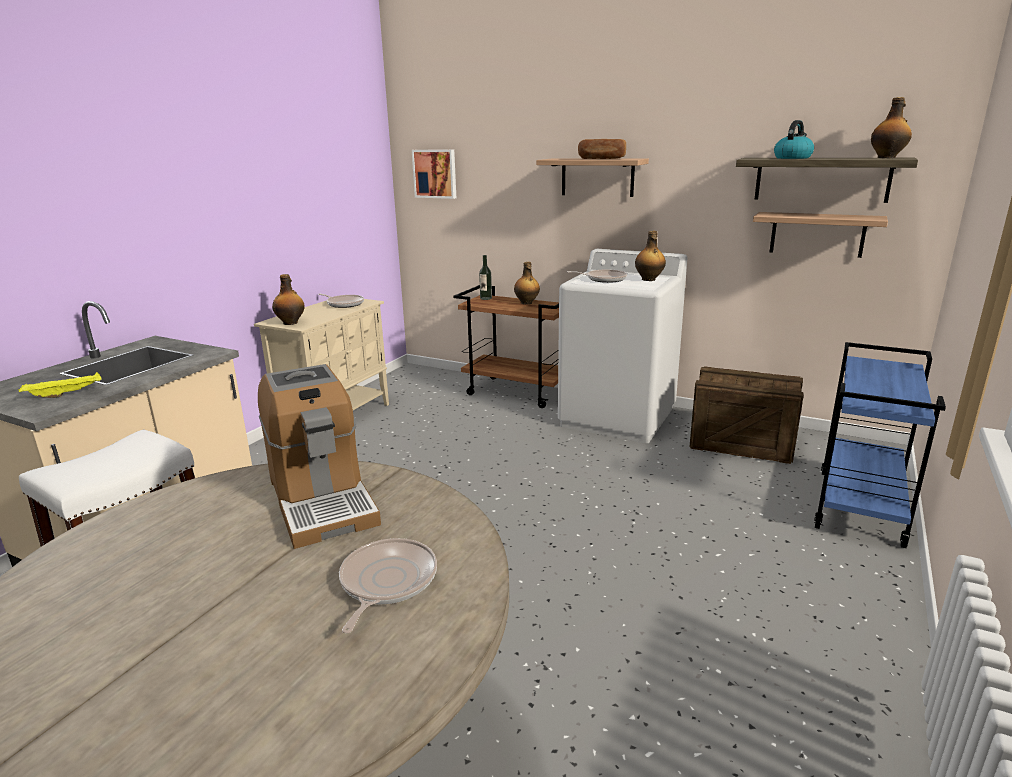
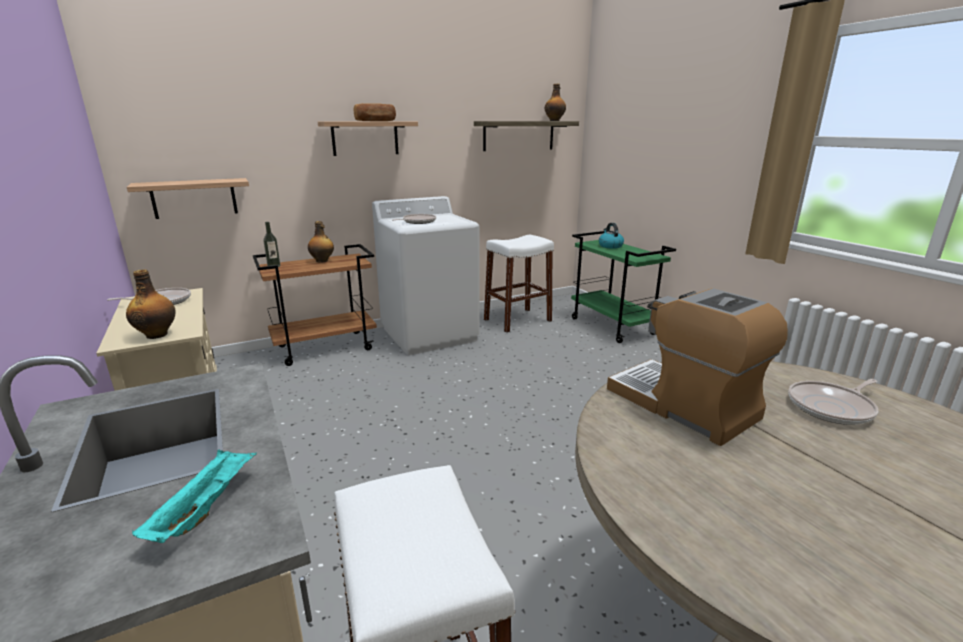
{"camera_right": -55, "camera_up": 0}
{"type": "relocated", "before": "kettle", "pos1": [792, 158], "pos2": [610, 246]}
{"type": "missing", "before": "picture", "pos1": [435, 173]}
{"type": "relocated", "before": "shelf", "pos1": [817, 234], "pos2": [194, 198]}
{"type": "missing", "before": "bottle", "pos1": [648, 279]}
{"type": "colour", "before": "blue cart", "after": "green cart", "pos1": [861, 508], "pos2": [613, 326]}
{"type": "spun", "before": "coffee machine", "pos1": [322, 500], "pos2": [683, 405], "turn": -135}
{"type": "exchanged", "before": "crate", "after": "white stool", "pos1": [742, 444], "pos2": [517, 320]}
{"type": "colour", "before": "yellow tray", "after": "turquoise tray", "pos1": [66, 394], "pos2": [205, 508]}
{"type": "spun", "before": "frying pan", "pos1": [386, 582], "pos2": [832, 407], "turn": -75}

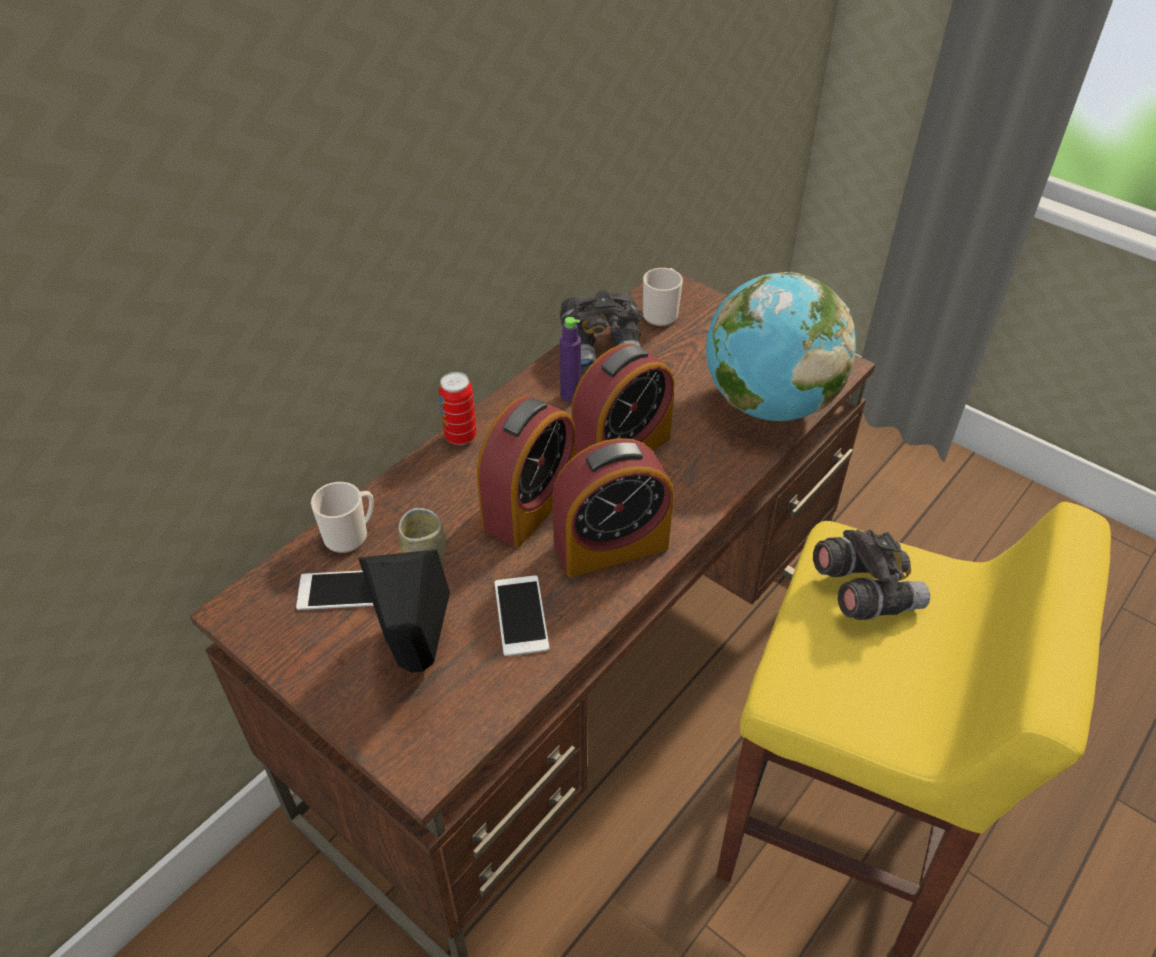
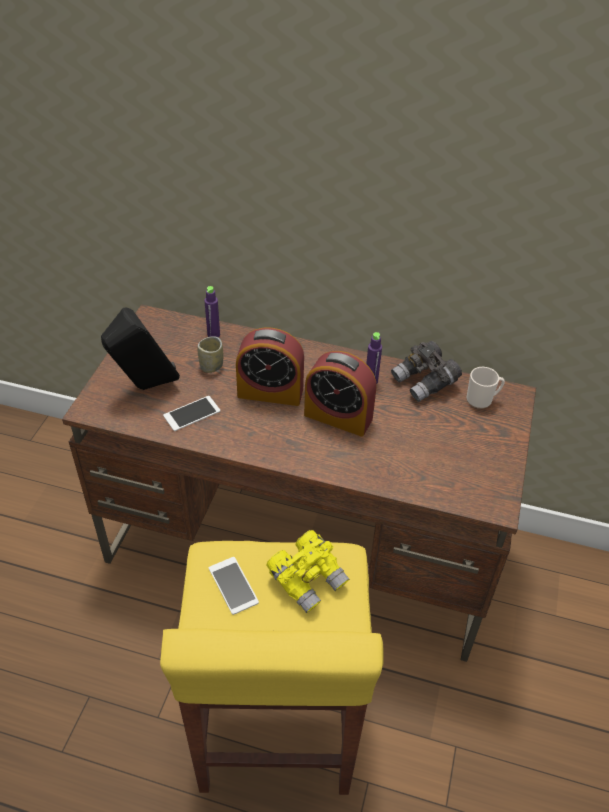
{"camera_right": 65, "camera_up": 0}
{"type": "missing", "before": "globe", "pos1": [768, 403]}
{"type": "missing", "before": "can", "pos1": [460, 436]}
{"type": "missing", "before": "alarm clock", "pos1": [611, 546]}
{"type": "exchanged", "before": "mug", "after": "purple bottle", "pos1": [350, 535], "pos2": [213, 334]}
{"type": "colour", "before": "grey binoculars", "after": "yellow binoculars", "pos1": [864, 591], "pos2": [308, 579]}
{"type": "relocated", "before": "phone", "pos1": [344, 590], "pos2": [233, 585]}

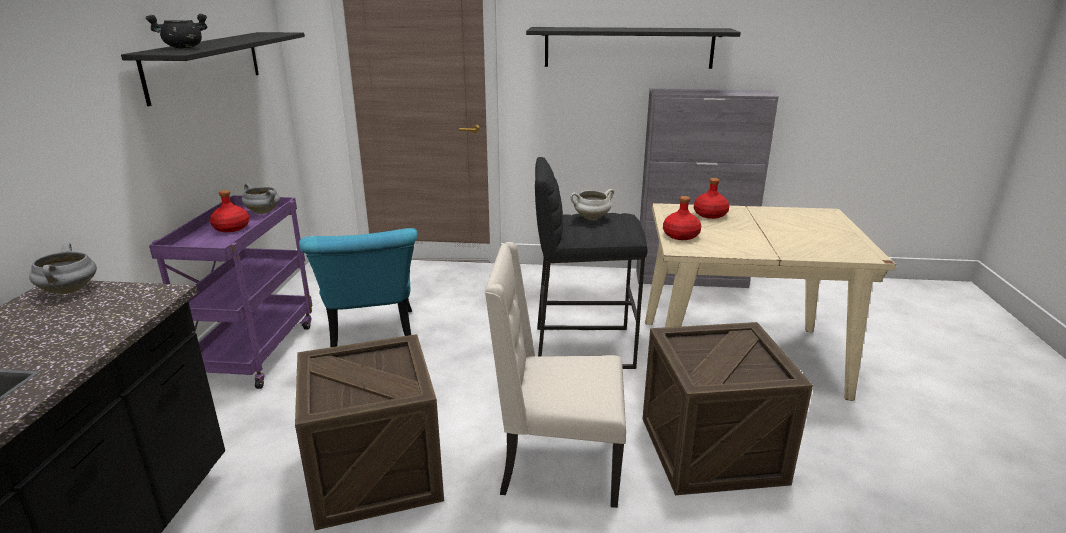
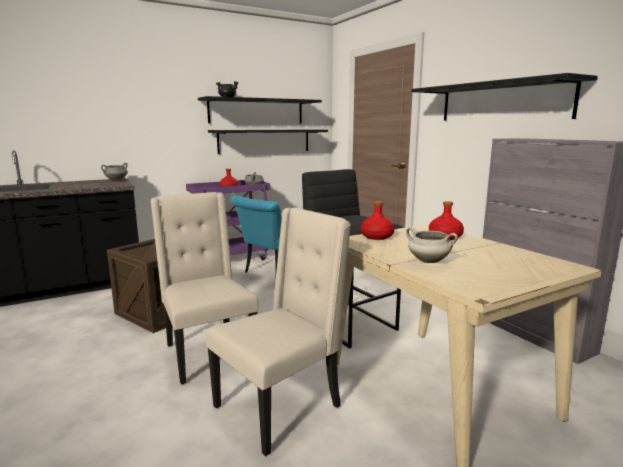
{"camera_right": 55, "camera_up": -10}
{"type": "relocated", "before": "white cooking pot", "pos1": [591, 218], "pos2": [428, 261]}
{"type": "exchanged", "before": "crate", "after": "beige chair", "pos1": [711, 449], "pos2": [280, 406]}
{"type": "appeared", "after": "black shelf", "pos2": [264, 141]}

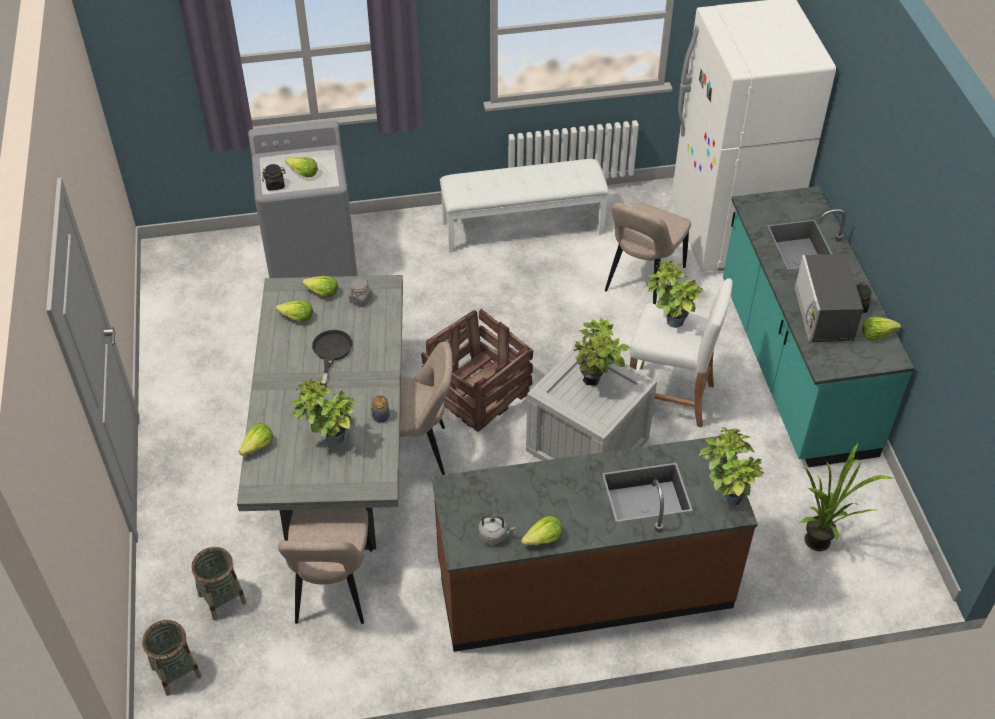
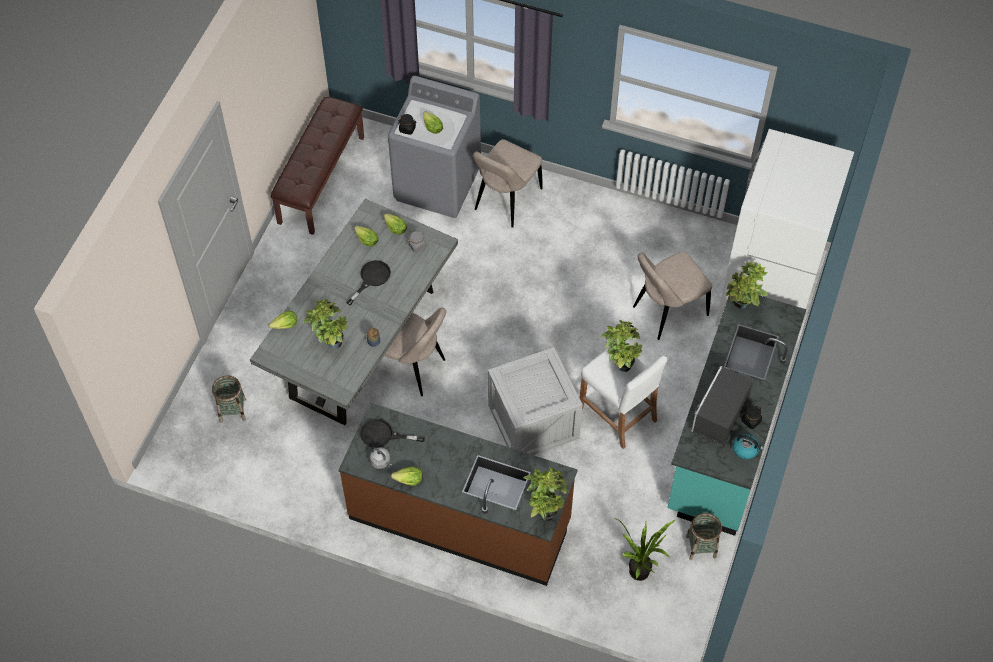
{"camera_right": 30, "camera_up": 10}
{"type": "missing", "before": "white bench", "pos1": [523, 227]}
{"type": "missing", "before": "crate", "pos1": [479, 391]}
{"type": "relocated", "before": "potted plant", "pos1": [595, 382], "pos2": [742, 307]}
{"type": "exchanged", "before": "lettuce", "after": "kettle", "pos1": [876, 334], "pos2": [745, 449]}
{"type": "relocated", "before": "beige chair", "pos1": [333, 590], "pos2": [506, 201]}
{"type": "relocated", "before": "basket", "pos1": [176, 672], "pos2": [701, 546]}
{"type": "appeared", "after": "brown bench", "pos2": [321, 179]}
{"type": "appeared", "after": "black frying pan", "pos2": [383, 435]}

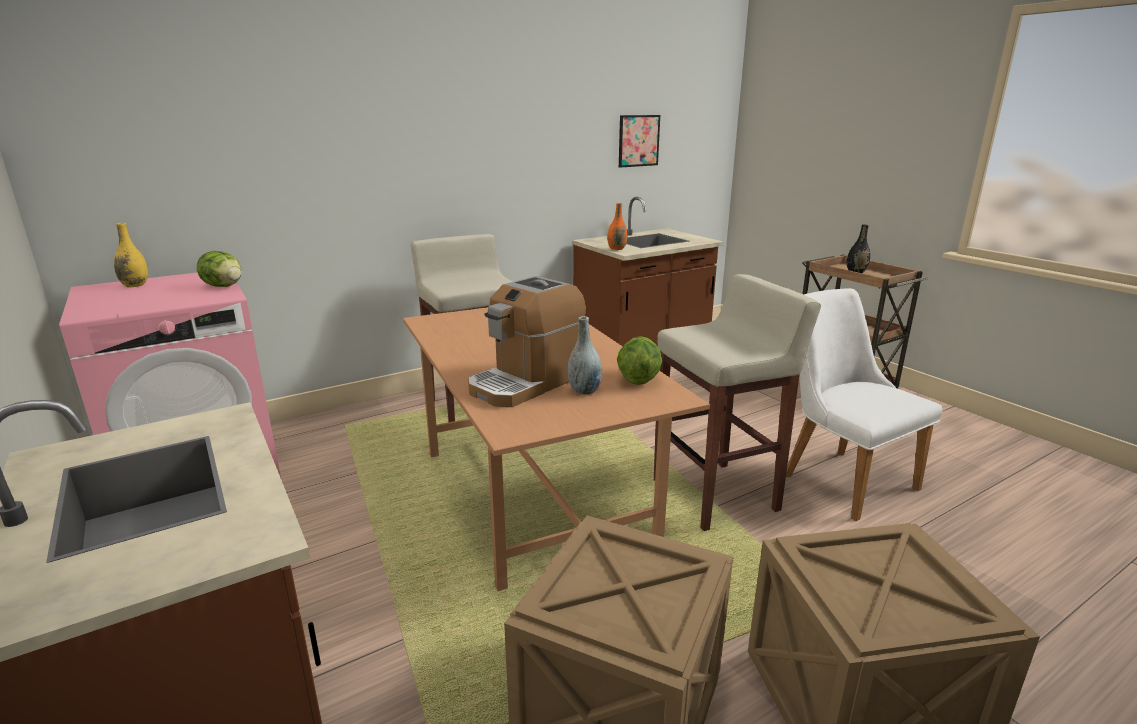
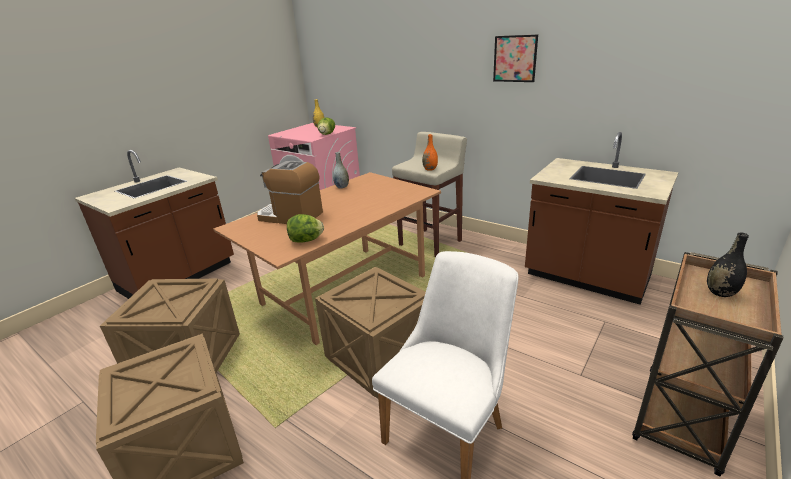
{"camera_right": 70, "camera_up": 5}
{"type": "relocated", "before": "picture", "pos1": [638, 141], "pos2": [515, 58]}
{"type": "relocated", "before": "orange vase", "pos1": [617, 249], "pos2": [430, 169]}
{"type": "exchanged", "before": "beige stool", "after": "crate", "pos1": [717, 495], "pos2": [380, 358]}
{"type": "relocated", "before": "grey vase", "pos1": [584, 391], "pos2": [342, 187]}

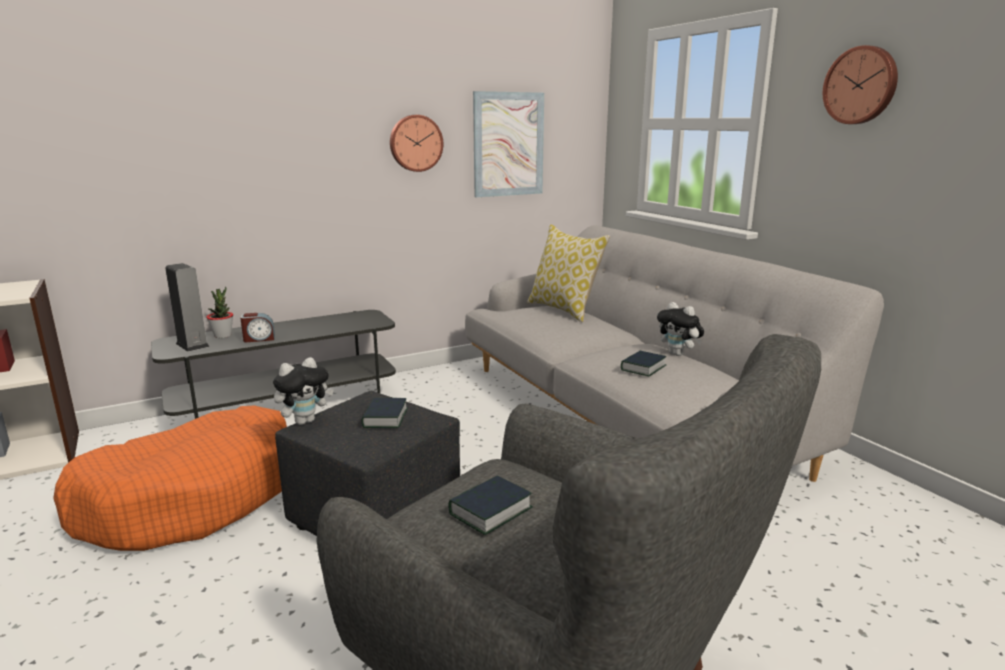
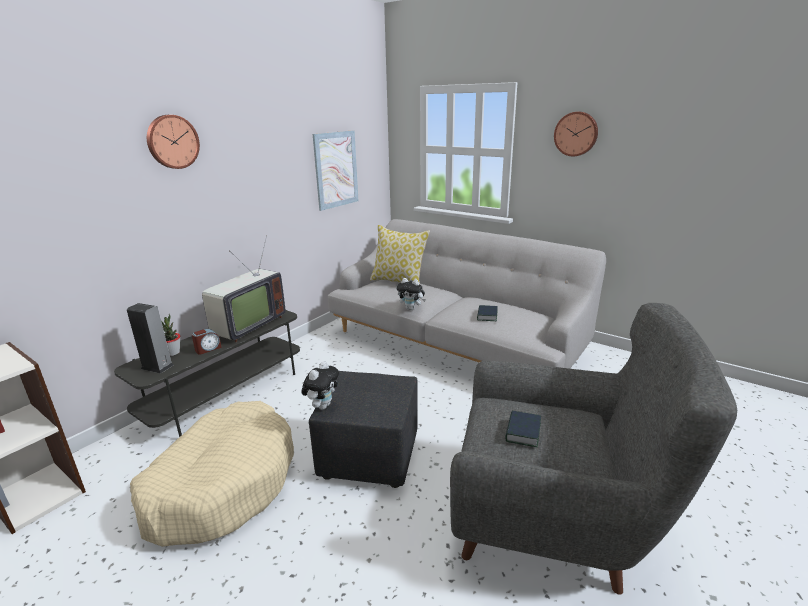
{"camera_right": -25, "camera_up": 5}
{"type": "relocated", "before": "wall clock", "pos1": [415, 143], "pos2": [172, 142]}
{"type": "relocated", "before": "plush toy", "pos1": [678, 354], "pos2": [411, 308]}
{"type": "missing", "before": "book", "pos1": [385, 418]}
{"type": "colour", "before": "orange dog bed", "after": "beige dog bed", "pos1": [192, 497], "pos2": [222, 483]}
{"type": "appeared", "after": "television", "pos2": [246, 326]}

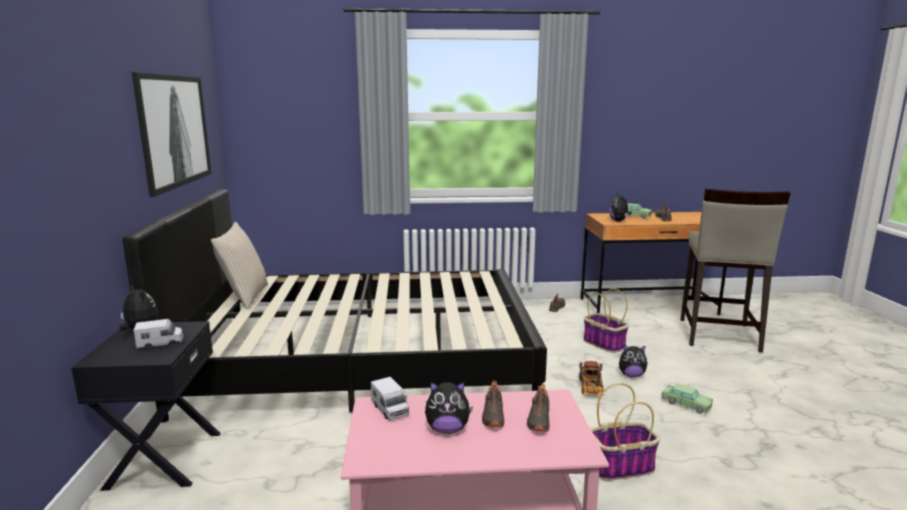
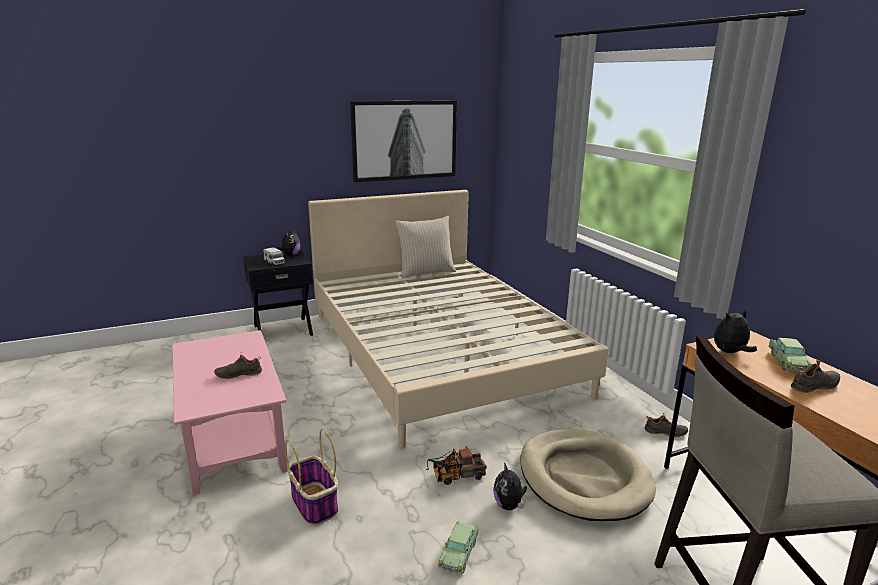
{"camera_right": 70, "camera_up": 5}
{"type": "colour", "before": "black bed", "after": "beige bed", "pos1": [362, 357], "pos2": [439, 351]}
{"type": "exchanged", "before": "basket", "after": "beige dog bed", "pos1": [603, 343], "pos2": [583, 478]}
{"type": "missing", "before": "toy truck", "pos1": [390, 409]}
{"type": "missing", "before": "plush toy", "pos1": [447, 429]}
{"type": "missing", "before": "black shoe", "pos1": [538, 419]}

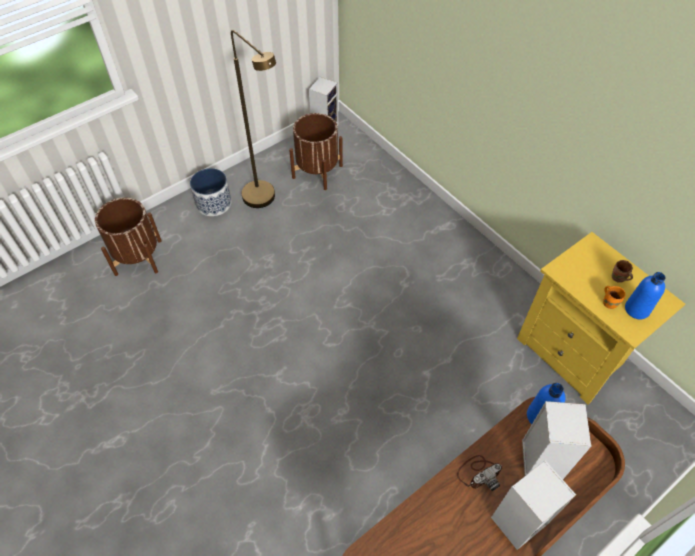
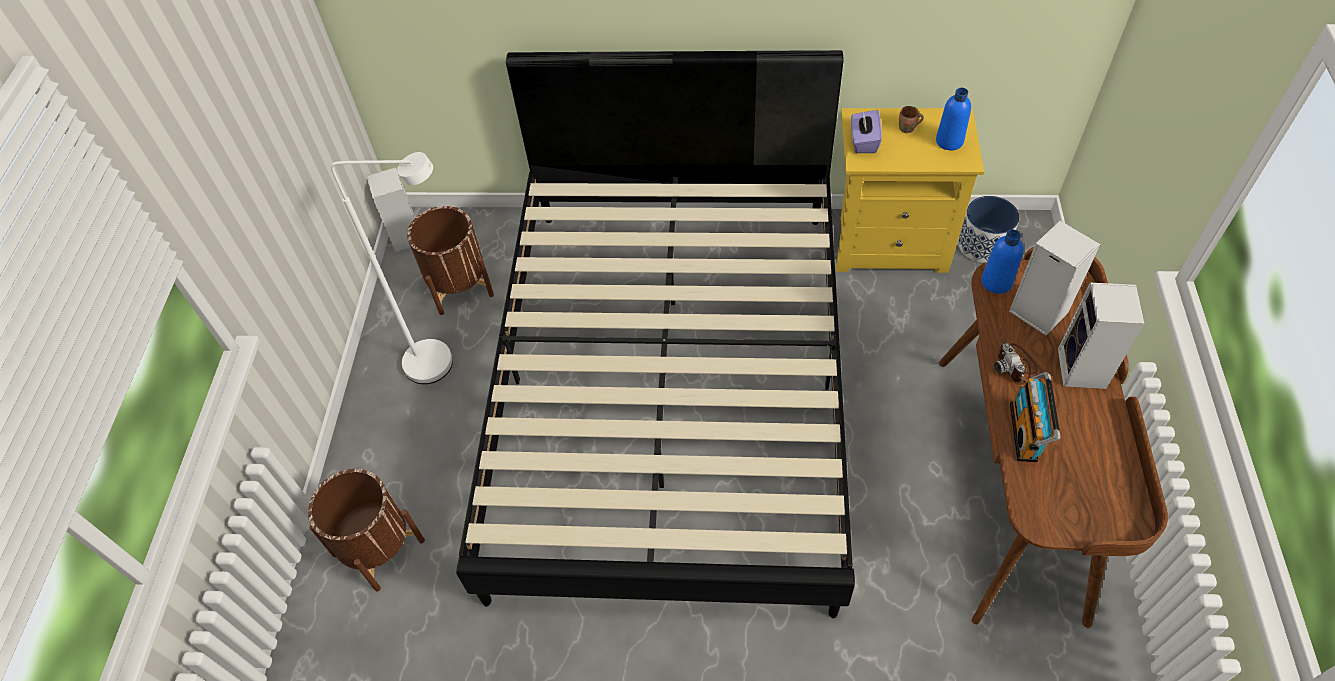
{"camera_right": -45, "camera_up": 0}
{"type": "colour", "before": "brown floor lamp", "after": "white floor lamp", "pos1": [265, 201], "pos2": [443, 362]}
{"type": "relocated", "before": "planter", "pos1": [214, 203], "pos2": [982, 244]}
{"type": "missing", "before": "orange mug", "pos1": [609, 302]}
{"type": "spun", "before": "photo camera", "pos1": [479, 473], "pos2": [1015, 365], "turn": 150}
{"type": "appeared", "after": "black bed", "pos2": [672, 386]}
{"type": "appeared", "after": "purple tissue box", "pos2": [863, 141]}
{"type": "appeared", "after": "radio", "pos2": [1027, 432]}

